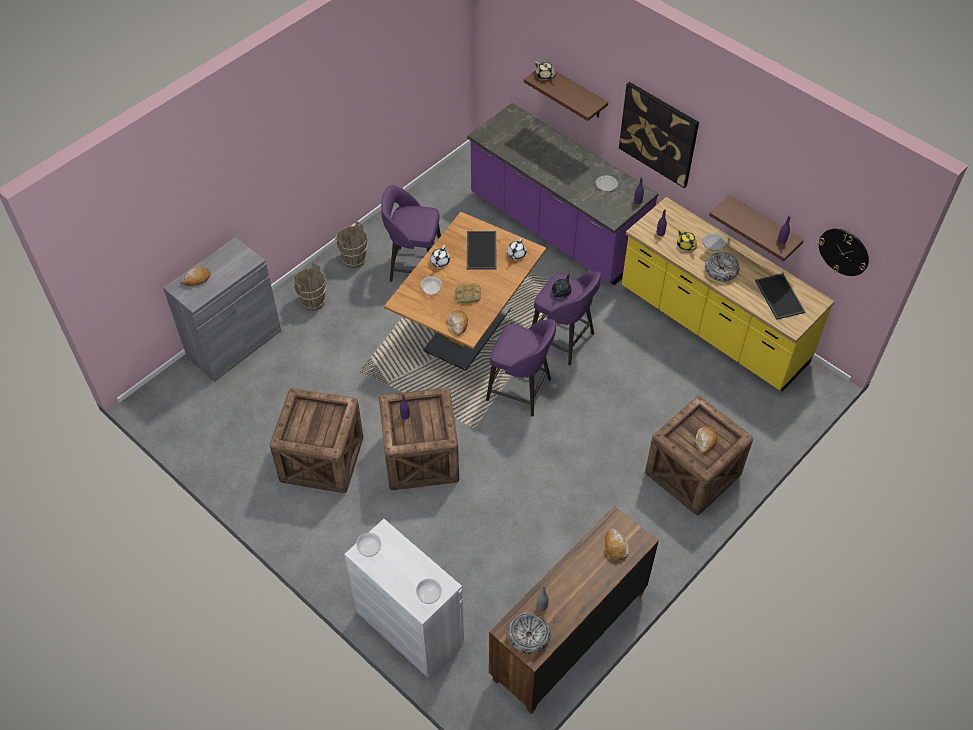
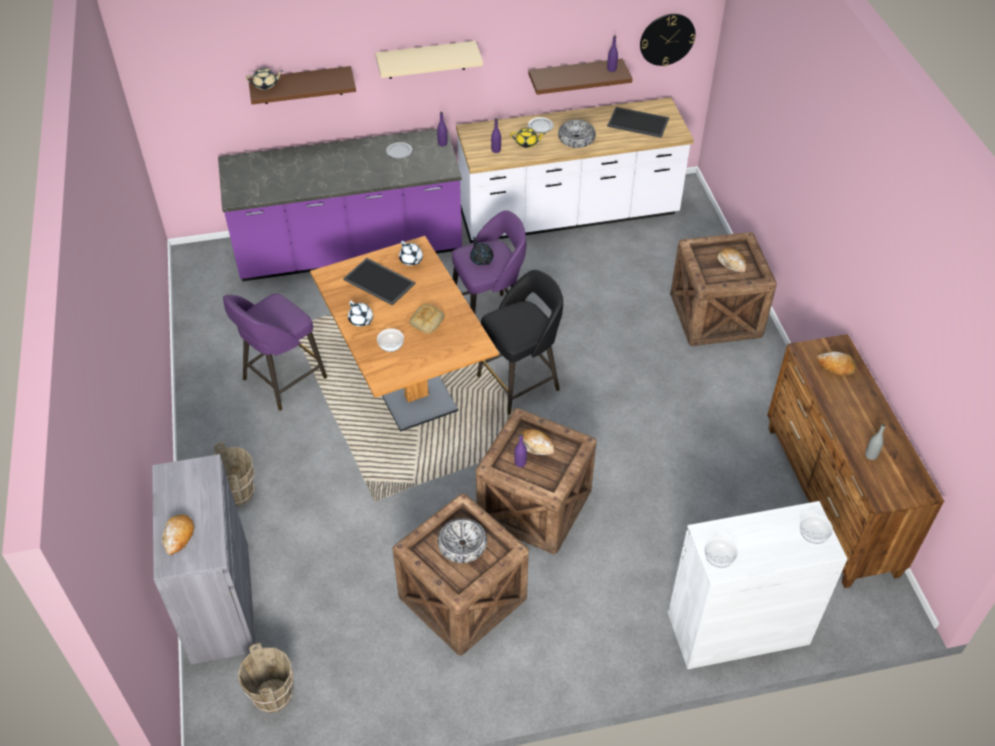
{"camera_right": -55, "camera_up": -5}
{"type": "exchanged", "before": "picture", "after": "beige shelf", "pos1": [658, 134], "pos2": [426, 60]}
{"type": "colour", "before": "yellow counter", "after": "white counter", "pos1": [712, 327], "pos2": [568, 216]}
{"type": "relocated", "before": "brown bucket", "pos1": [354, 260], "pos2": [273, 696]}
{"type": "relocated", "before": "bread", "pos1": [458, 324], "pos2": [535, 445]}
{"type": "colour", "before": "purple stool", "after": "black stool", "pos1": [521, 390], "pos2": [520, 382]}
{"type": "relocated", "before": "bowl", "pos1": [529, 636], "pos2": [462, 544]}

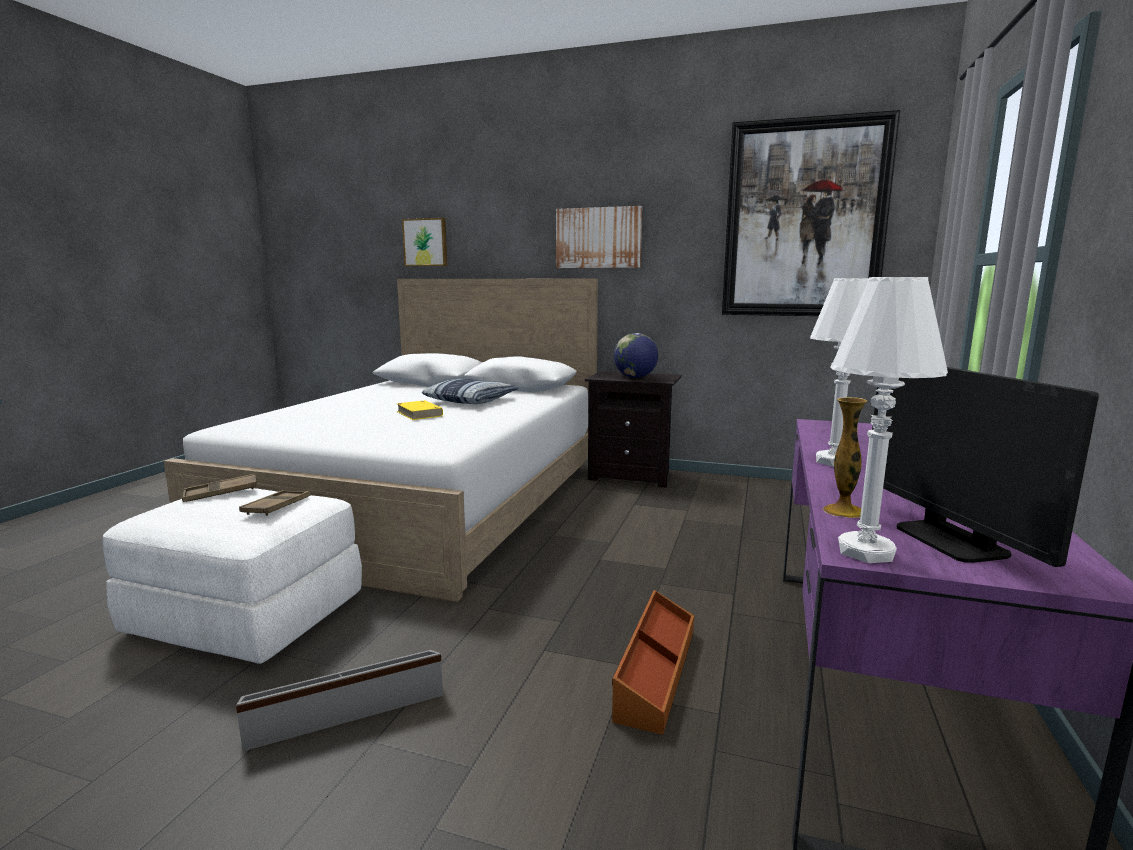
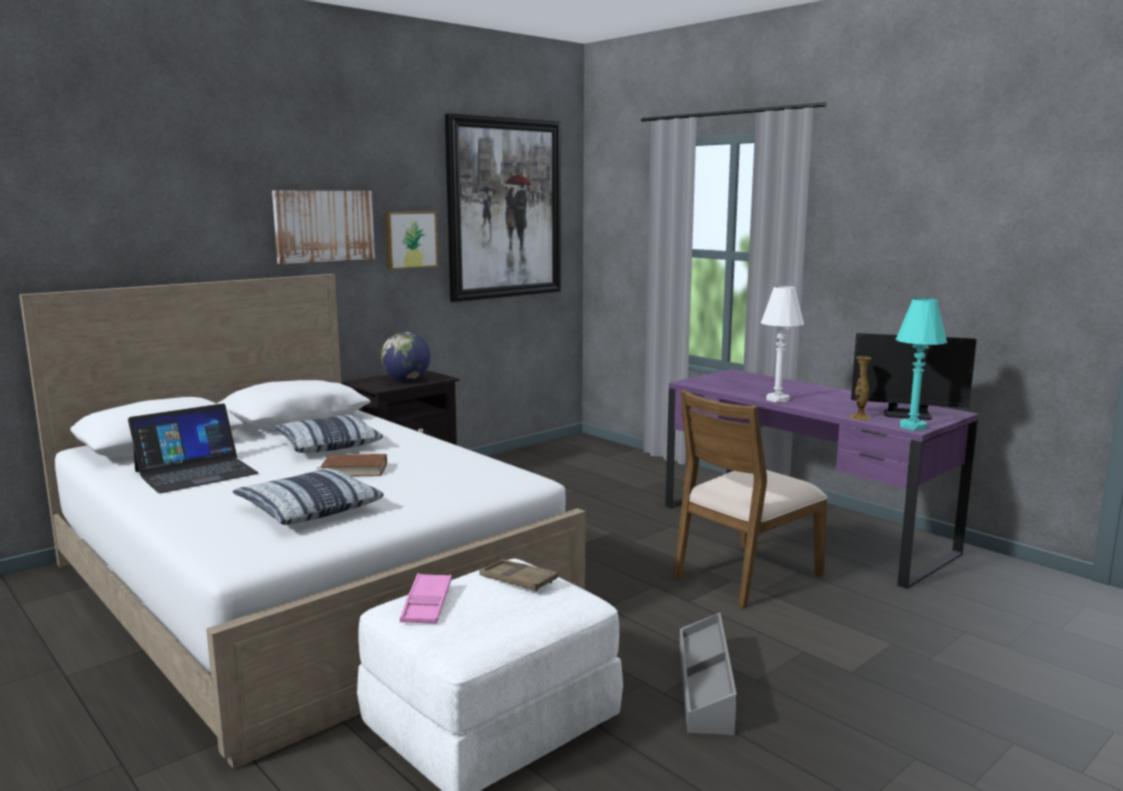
{"camera_right": -60, "camera_up": 0}
{"type": "relocated", "before": "picture", "pos1": [426, 242], "pos2": [410, 240]}
{"type": "colour", "before": "white table lamp", "after": "turquoise table lamp", "pos1": [865, 551], "pos2": [912, 427]}
{"type": "colour", "before": "yellow book", "after": "brown book", "pos1": [419, 414], "pos2": [354, 470]}
{"type": "colour", "before": "brown tray", "after": "pink tray", "pos1": [221, 493], "pos2": [427, 604]}
{"type": "exchanged", "before": "brown storage box", "after": "brown chair", "pos1": [654, 672], "pos2": [745, 575]}
{"type": "appeared", "after": "laptop", "pos2": [196, 472]}
{"type": "appeared", "after": "pillow", "pos2": [309, 509]}

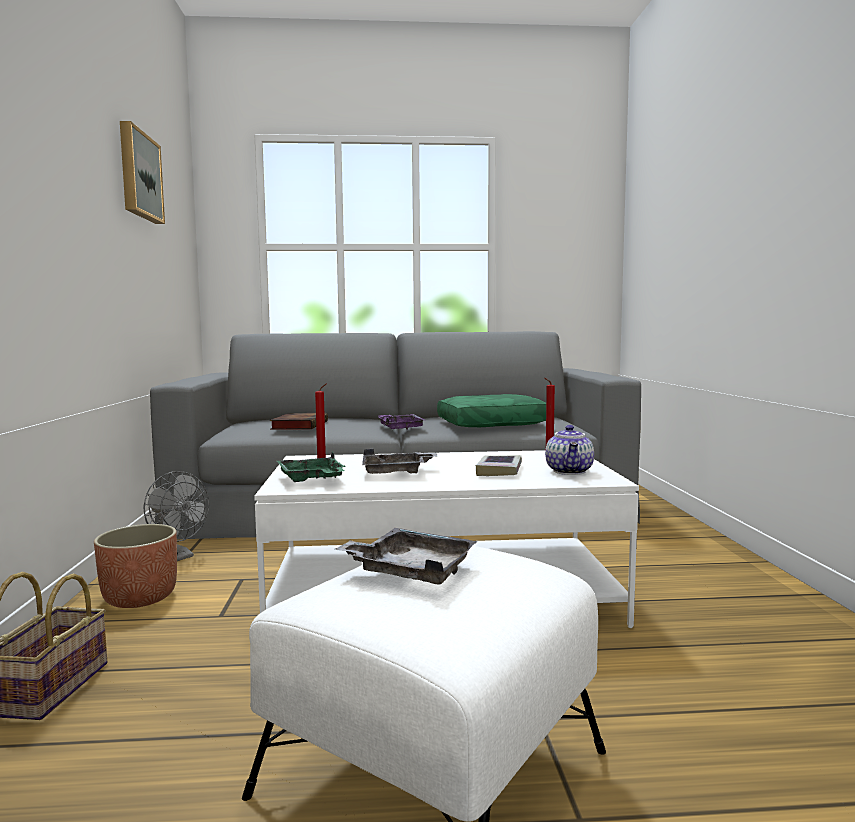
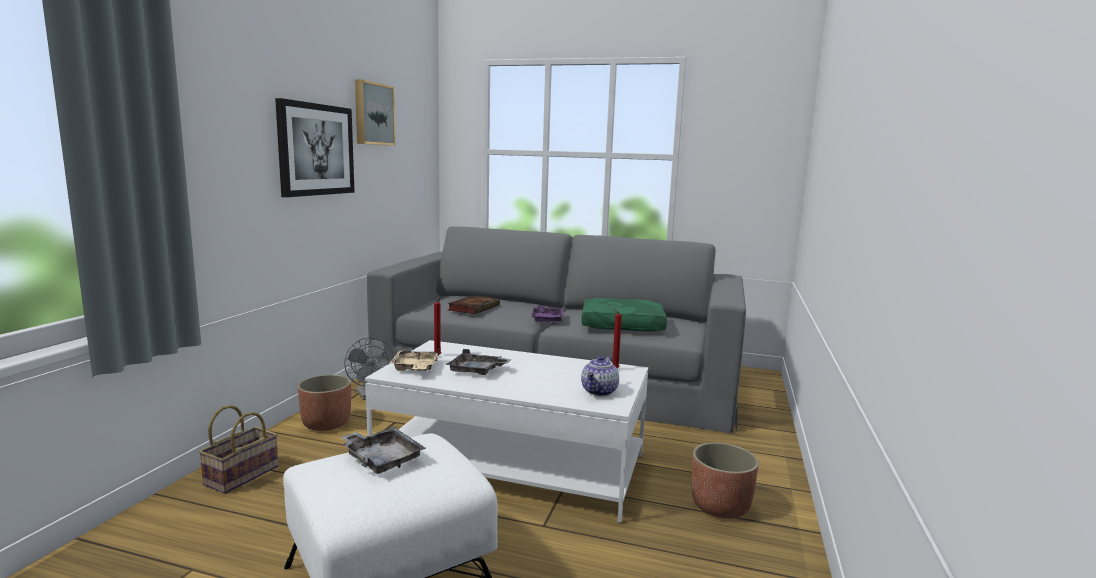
{"camera_right": 20, "camera_up": 5}
{"type": "colour", "before": "green tray", "after": "beige tray", "pos1": [312, 479], "pos2": [415, 368]}
{"type": "missing", "before": "book", "pos1": [499, 470]}
{"type": "appeared", "after": "picture", "pos2": [316, 149]}
{"type": "appeared", "after": "planter", "pos2": [719, 507]}

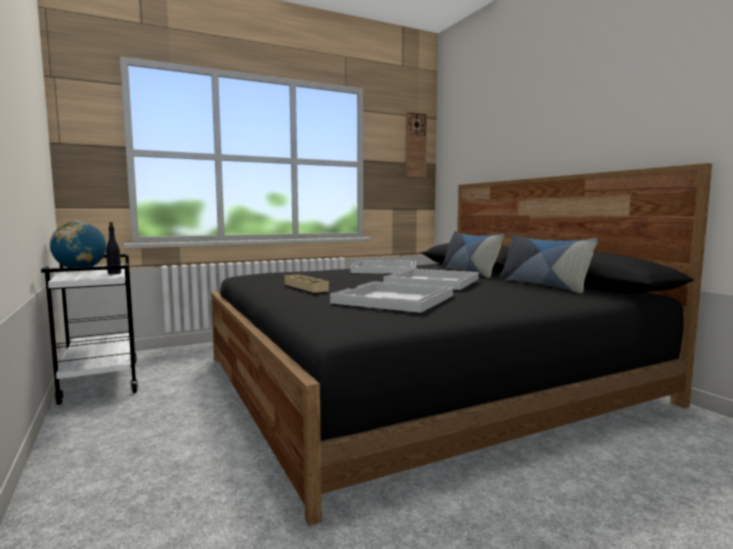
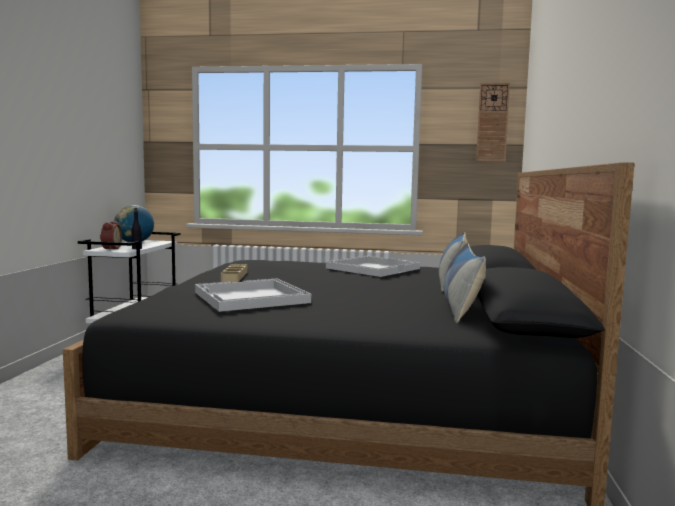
{"camera_right": 35, "camera_up": 0}
{"type": "missing", "before": "white tray", "pos1": [433, 281]}
{"type": "appeared", "after": "alarm clock", "pos2": [110, 249]}

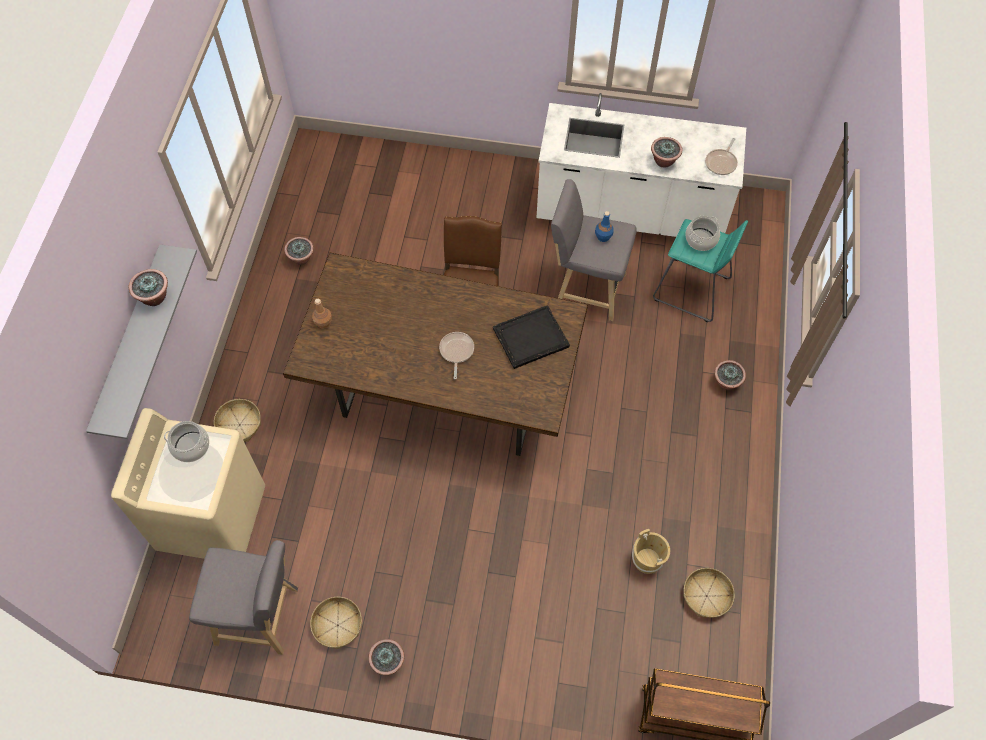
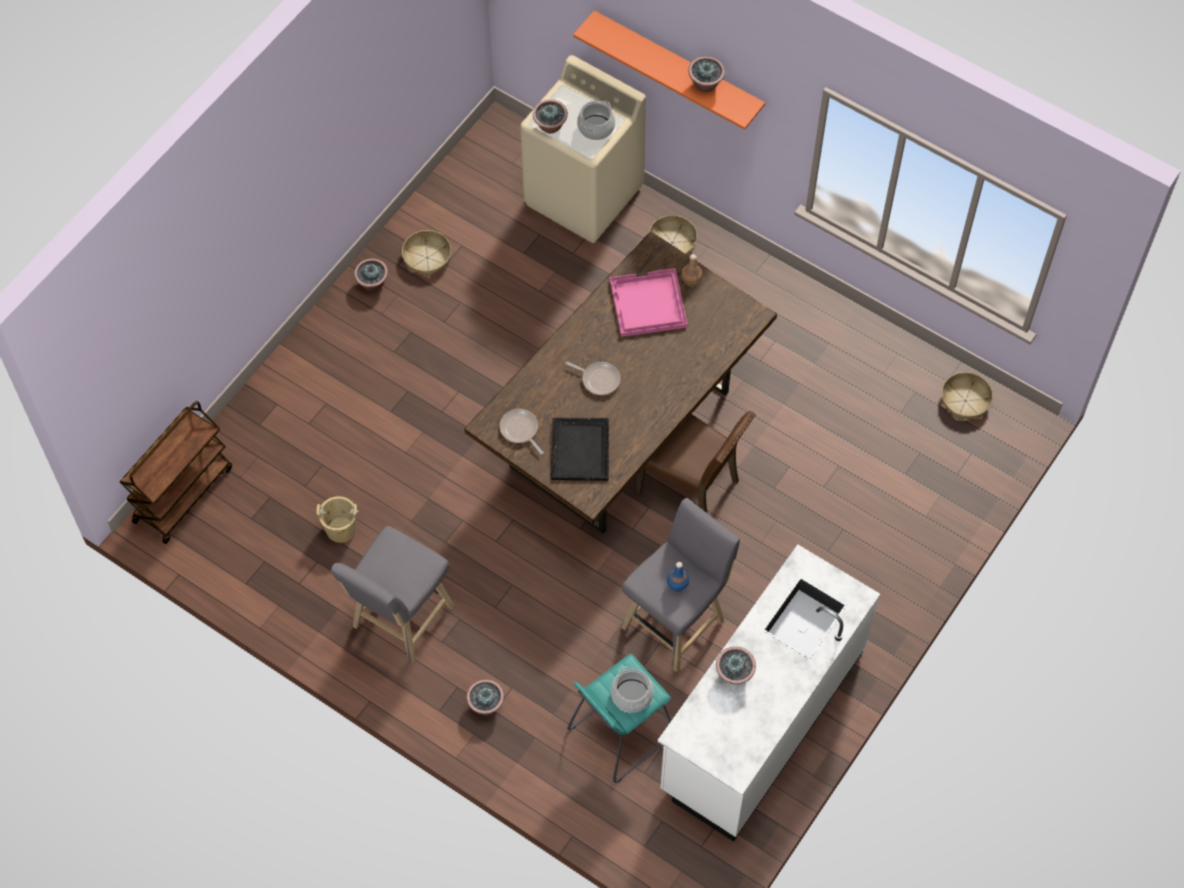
{"camera_right": 115, "camera_up": 0}
{"type": "relocated", "before": "frying pan", "pos1": [721, 162], "pos2": [520, 430]}
{"type": "relocated", "before": "potted plant", "pos1": [301, 258], "pos2": [550, 126]}
{"type": "colour", "before": "grey shelf", "after": "orange shelf", "pos1": [130, 342], "pos2": [678, 66]}
{"type": "relocated", "before": "grey stool", "pos1": [262, 617], "pos2": [399, 621]}
{"type": "relocated", "before": "basket", "pos1": [706, 595], "pos2": [965, 401]}
{"type": "appeared", "after": "pink tray", "pos2": [647, 304]}

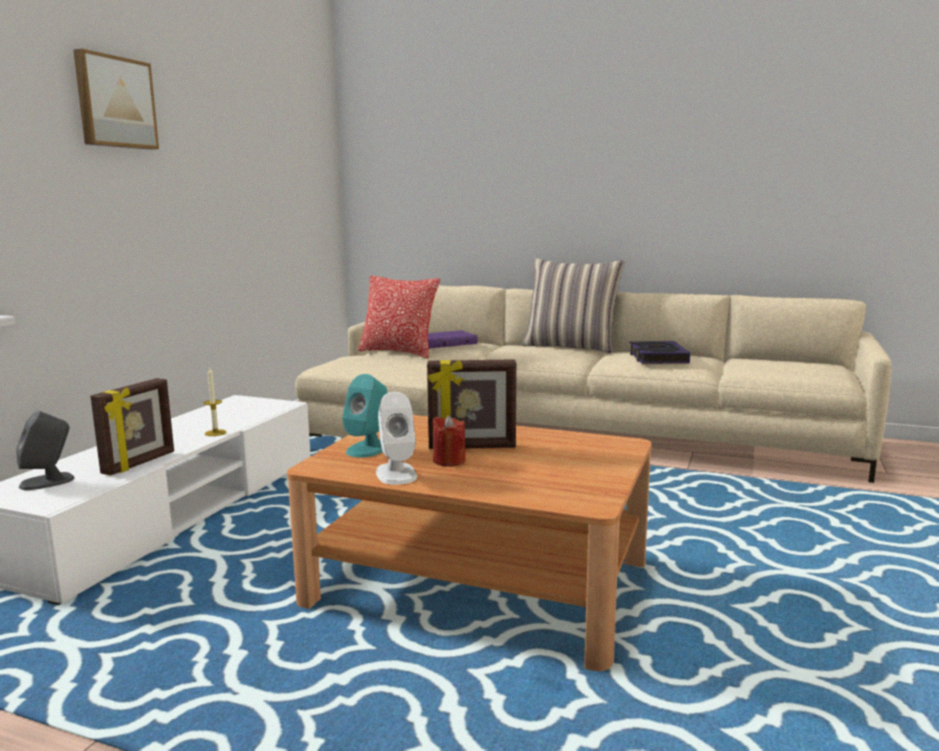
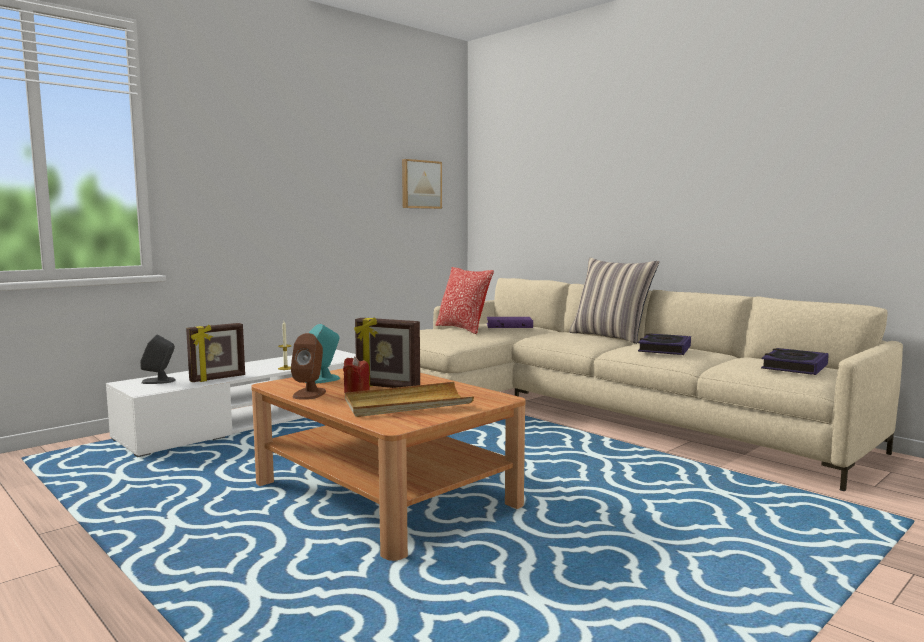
{"camera_right": 25, "camera_up": -5}
{"type": "relocated", "before": "picture", "pos1": [114, 102], "pos2": [420, 184]}
{"type": "colour", "before": "white speaker", "after": "brown speaker", "pos1": [396, 474], "pos2": [309, 394]}
{"type": "appeared", "after": "book", "pos2": [794, 367]}
{"type": "appeared", "after": "beige tray", "pos2": [407, 404]}

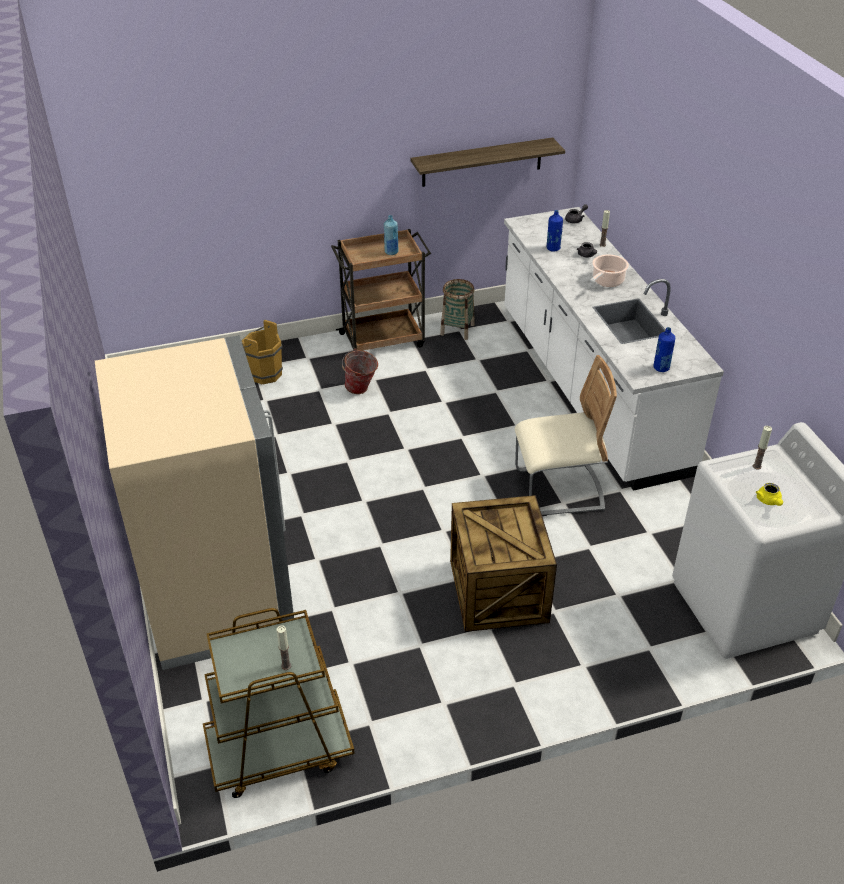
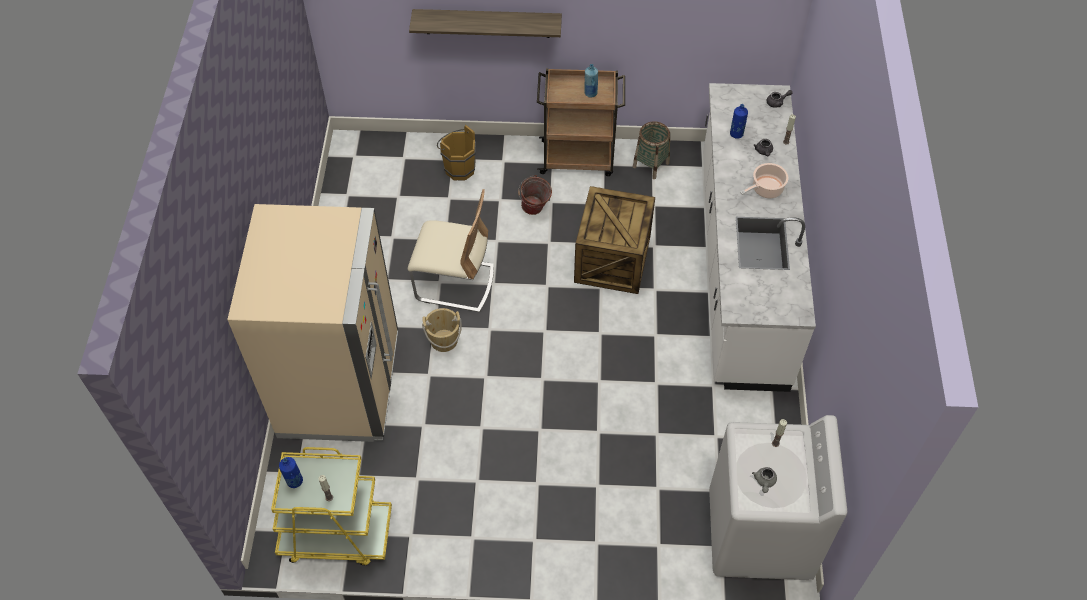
{"camera_right": 20, "camera_up": 15}
{"type": "relocated", "before": "shelf", "pos1": [482, 162], "pos2": [487, 23]}
{"type": "relocated", "before": "blue bottle", "pos1": [661, 368], "pos2": [294, 481]}
{"type": "relocated", "before": "beige chair", "pos1": [558, 490], "pos2": [455, 283]}
{"type": "colour", "before": "yellow teapot", "after": "grey teapot", "pos1": [769, 501], "pos2": [764, 482]}
{"type": "relocated", "before": "crate", "pos1": [500, 591], "pos2": [613, 260]}
{"type": "colour", "before": "brown cart", "after": "yellow cart", "pos1": [279, 750], "pos2": [336, 534]}
{"type": "appeared", "after": "beige bucket", "pos2": [444, 340]}

